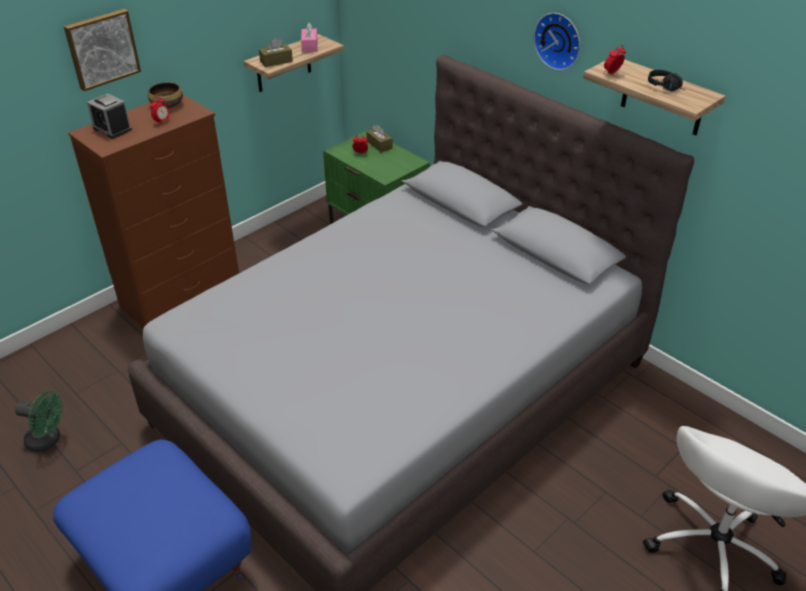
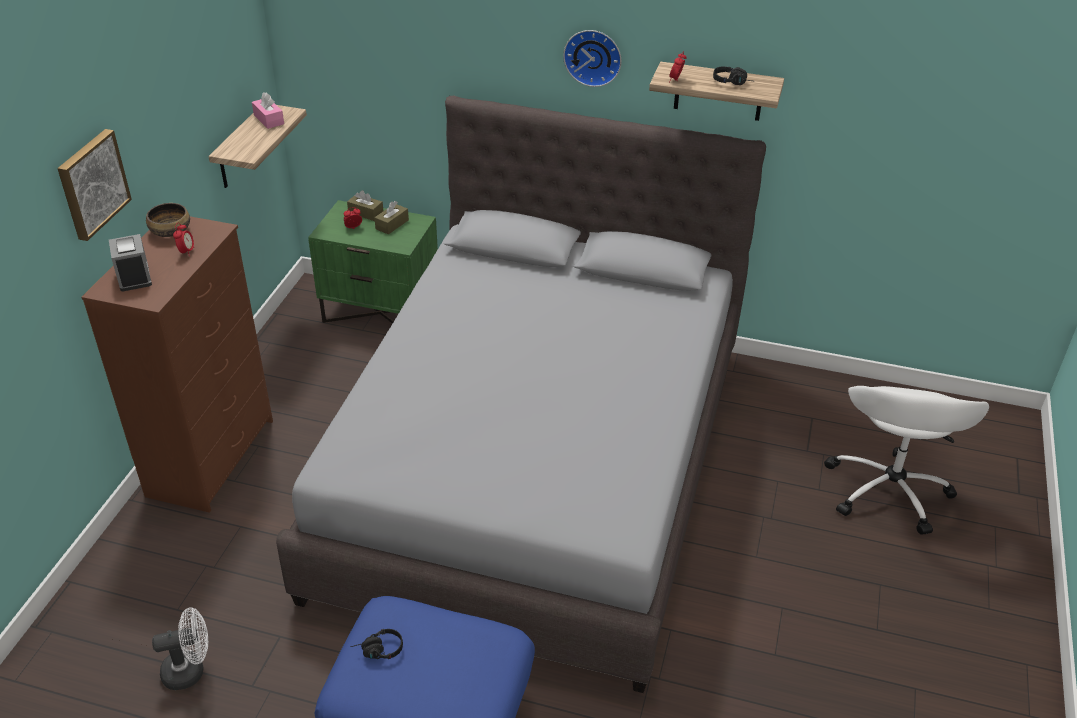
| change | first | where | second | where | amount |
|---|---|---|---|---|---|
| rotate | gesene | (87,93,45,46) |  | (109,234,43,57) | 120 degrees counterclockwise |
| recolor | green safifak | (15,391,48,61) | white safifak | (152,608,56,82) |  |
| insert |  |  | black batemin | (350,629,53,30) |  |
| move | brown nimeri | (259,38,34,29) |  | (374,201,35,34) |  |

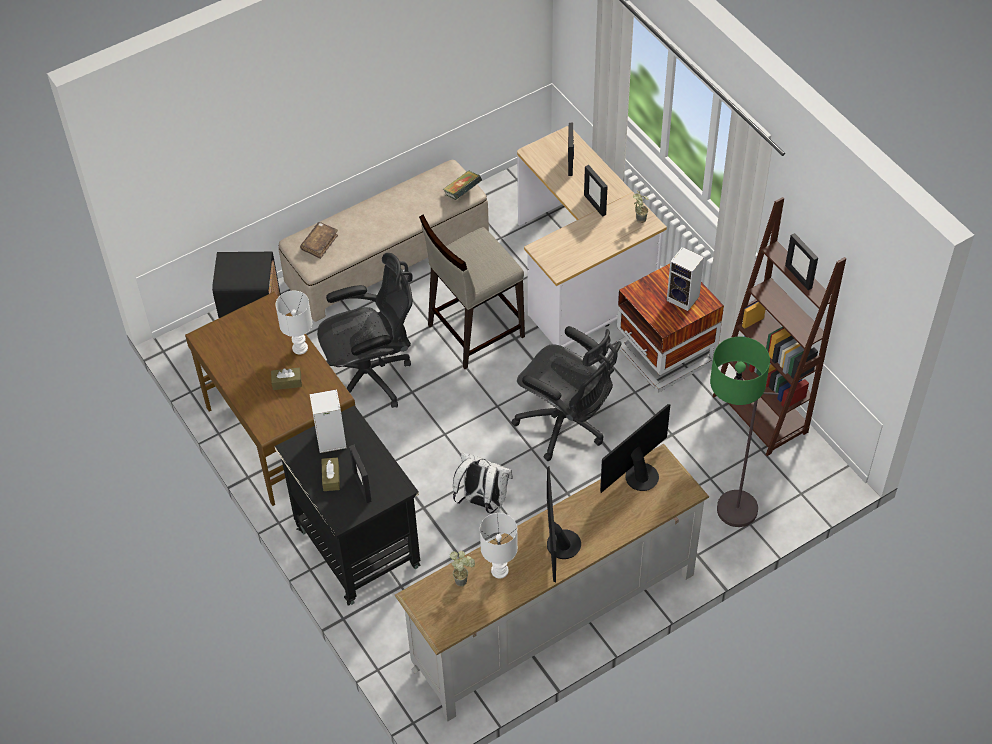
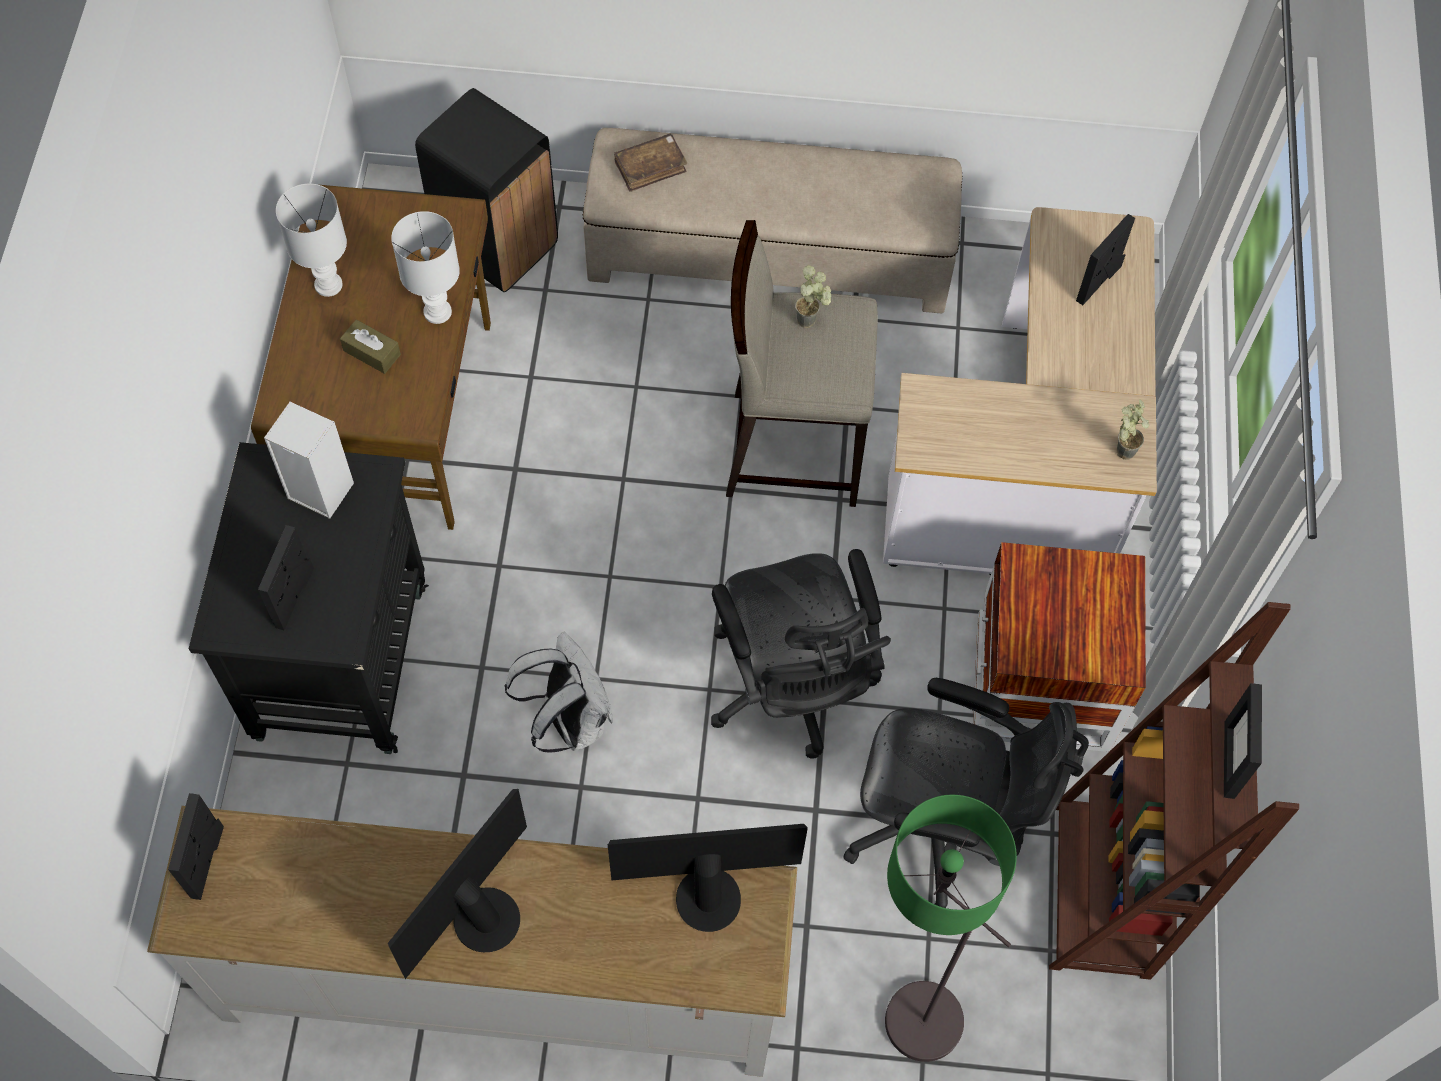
| change | first | where | second | where | amount |
|---|---|---|---|---|---|
| move | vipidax | (584,165,24,52) |  | (168,793,56,107) |  |
| move | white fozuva | (480,513,38,65) |  | (276,184,71,113) |  |
| move | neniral | (450,551,25,36) |  | (795,265,36,63) |  |
| move | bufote | (317,253,96,155) |  | (843,678,246,230) |  |
| delete | brown nimeri | (322,457,18,34) |  |  |  |
| delete | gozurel | (442,170,40,30) |  |  |  |
| delete | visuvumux | (667,247,37,64) |  |  |  |

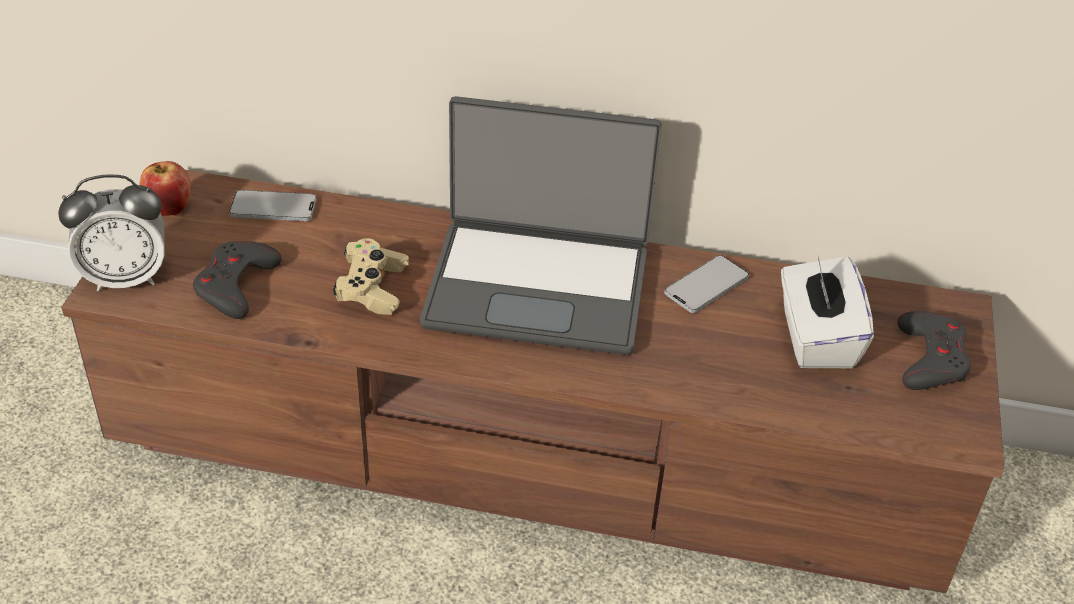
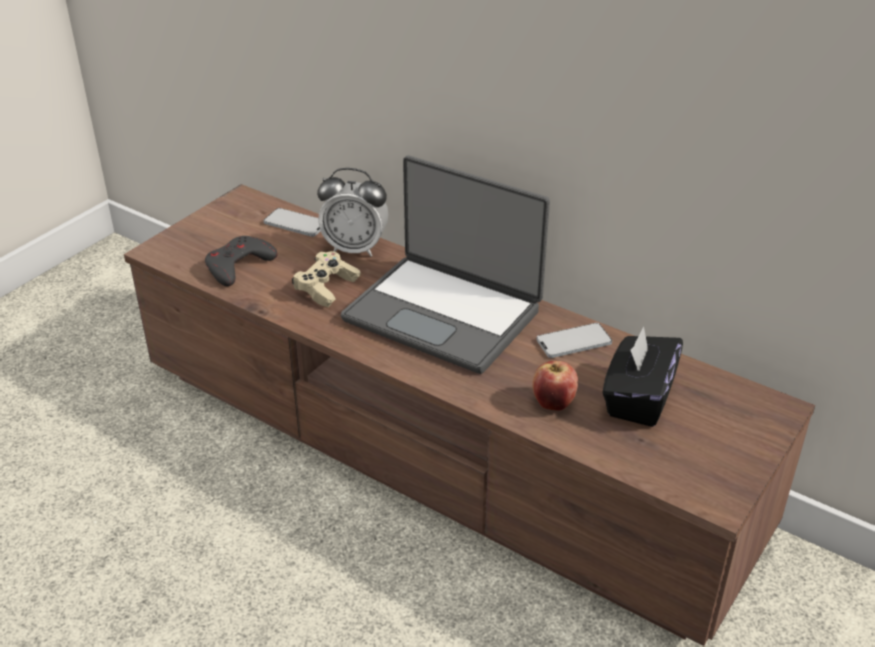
| change | first | where | second | where | amount |
|---|---|---|---|---|---|
| move | gesene | (58,174,106,117) |  | (317,168,72,88) |  |
| move | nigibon | (140,161,51,55) |  | (533,361,45,50) |  |
| recolor | white nimeri | (781,256,93,112) | black nimeri | (602,326,81,101) |  |
| delete | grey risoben | (897,311,74,79) |  |  |  |

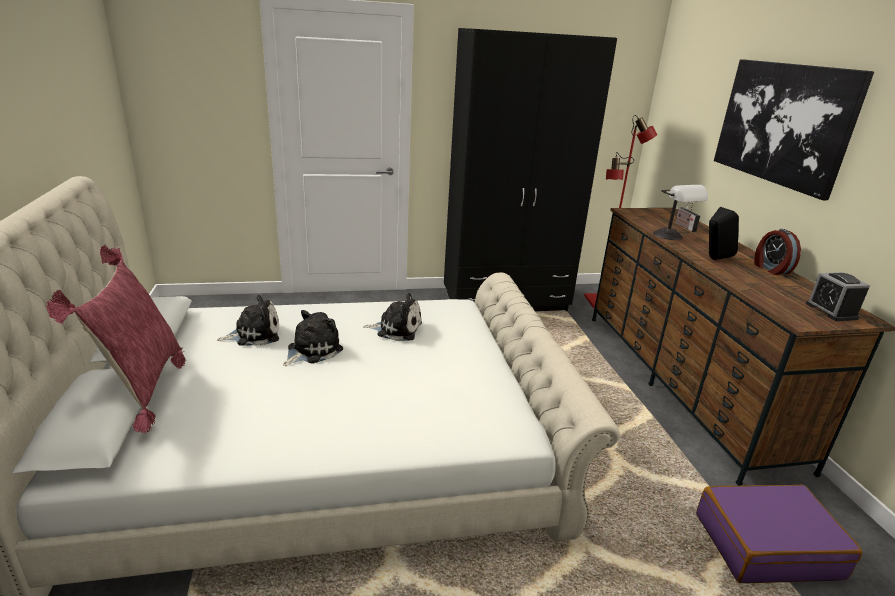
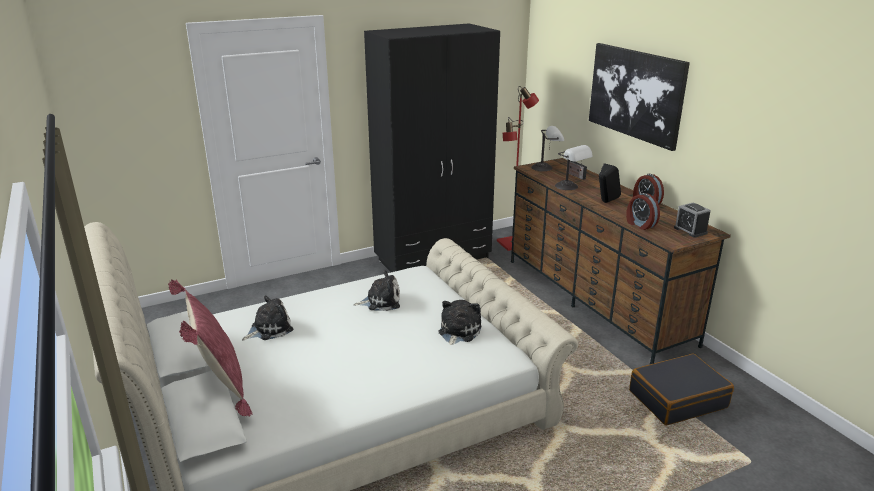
| change | first | where | second | where | amount |
|---|---|---|---|---|---|
| move | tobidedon | (283,310,60,56) |  | (438,300,44,45) |  |
| insert |  |  | fozuva | (531,126,33,45) |  |
| insert |  |  | gesene | (626,193,34,37) |  |
| recolor | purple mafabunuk | (696,485,166,98) | black mafabunuk | (629,354,105,71) |  |

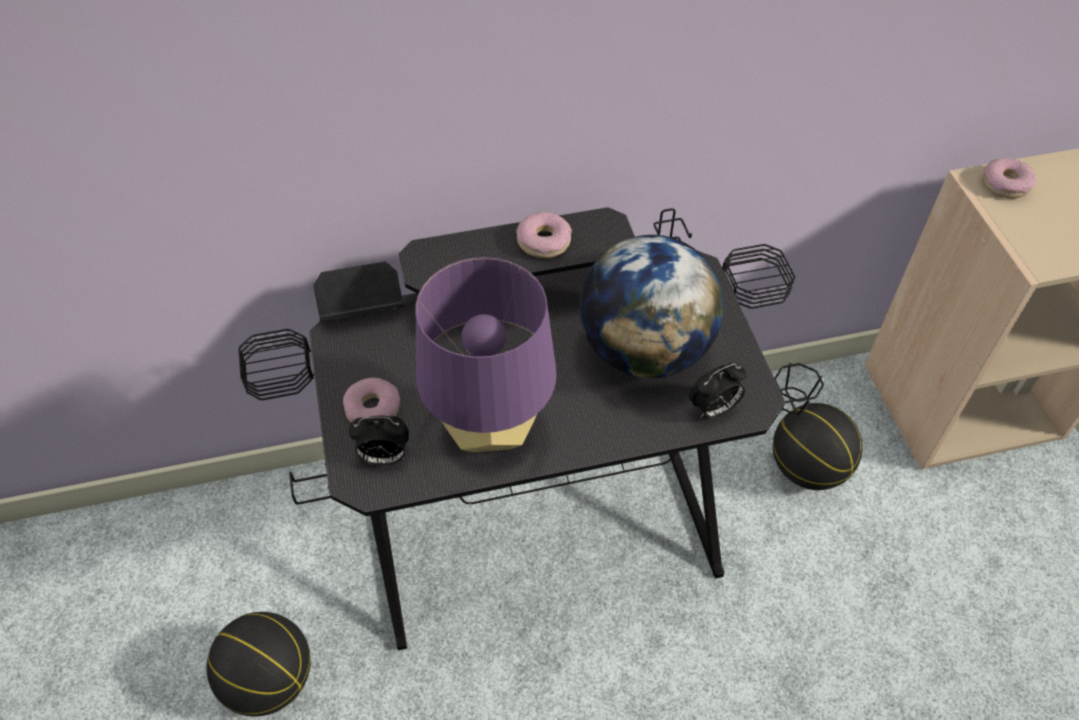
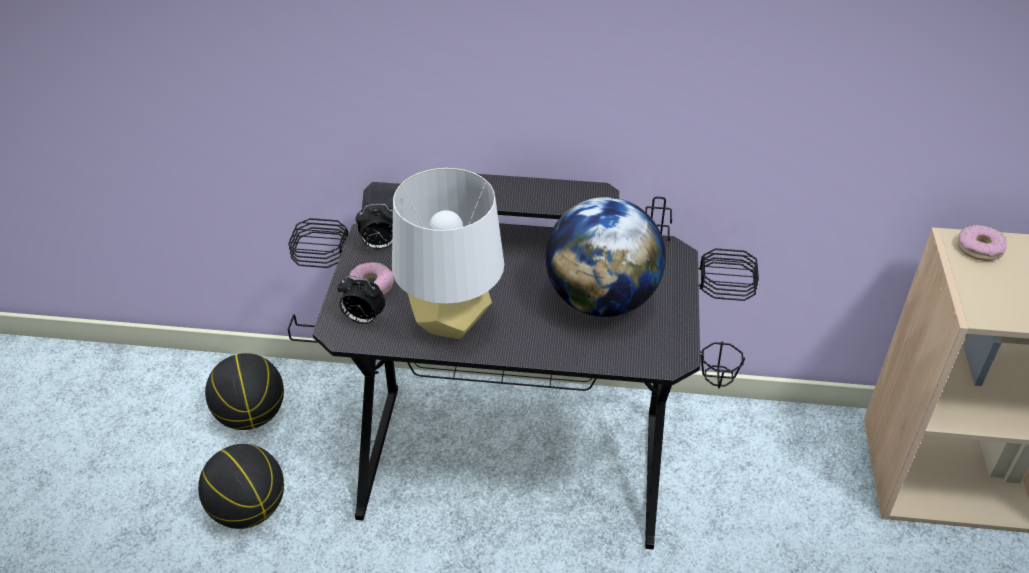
| change | first | where | second | where | amount |
|---|---|---|---|---|---|
| move | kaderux | (773,403,90,87) |  | (205,353,79,77) |  |
| move | gesene | (689,363,57,55) |  | (356,204,37,45) |  |
| recolor | purple fozuva | (416,257,141,195) | white fozuva | (392,168,112,171) |  |
| delete | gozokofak | (516,212,56,46) |  |  |  |

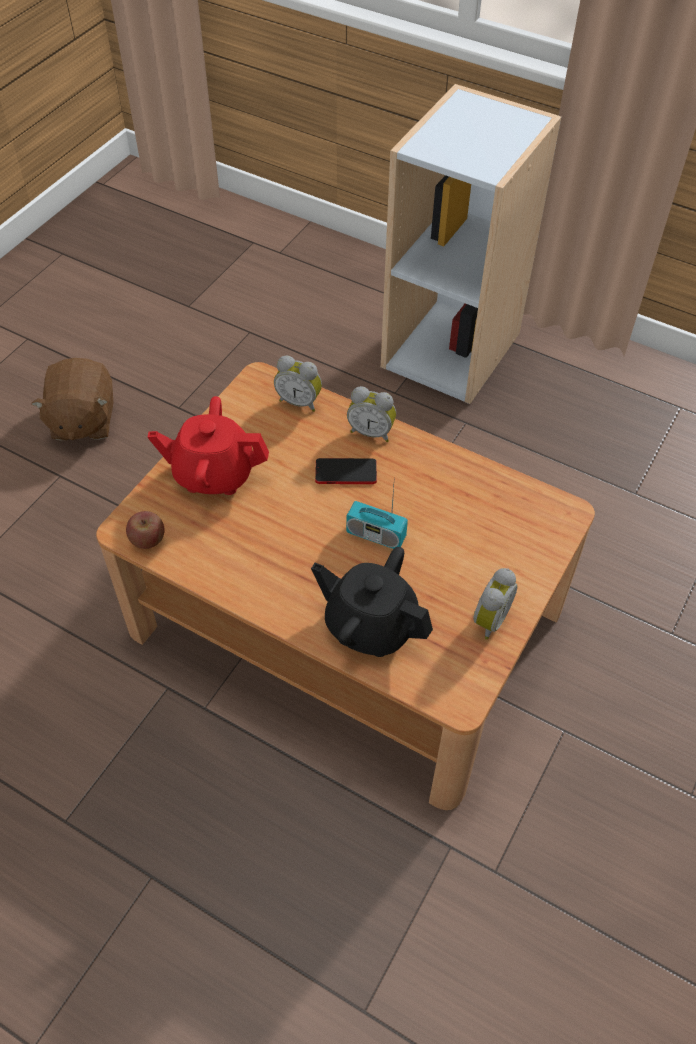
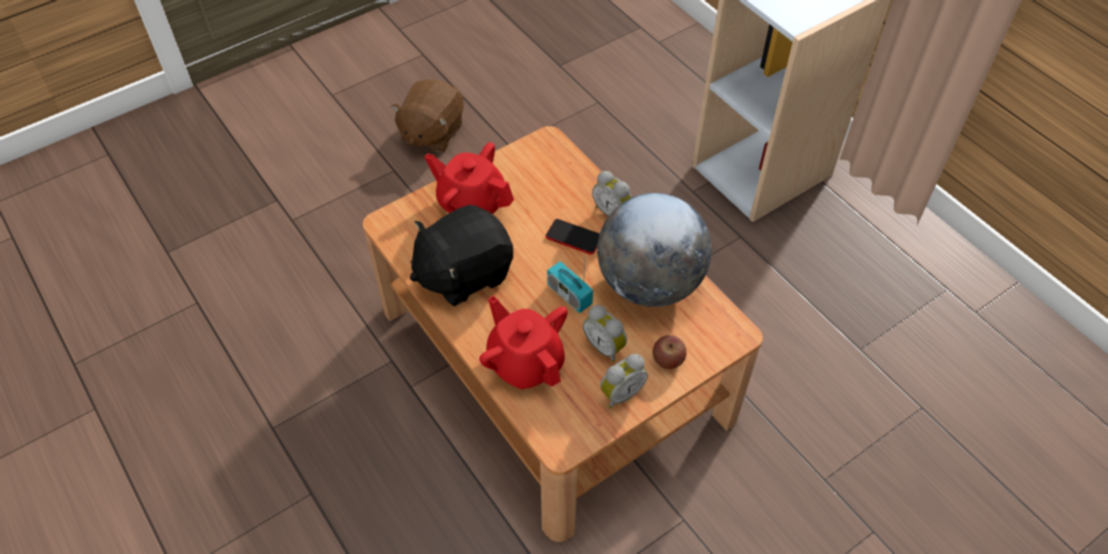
| change | first | where | second | where | amount |
|---|---|---|---|---|---|
| insert |  |  | black tobidedon | (410,205,103,101) |  |
| recolor | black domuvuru | (311,547,122,110) | red domuvuru | (479,295,89,94) |  |
| move | gesene | (274,355,48,57) |  | (583,305,44,58) |  |
| insert |  |  | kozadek | (597,193,115,114) |  |
| move | nigibon | (126,511,38,38) |  | (653,335,34,34) |  |

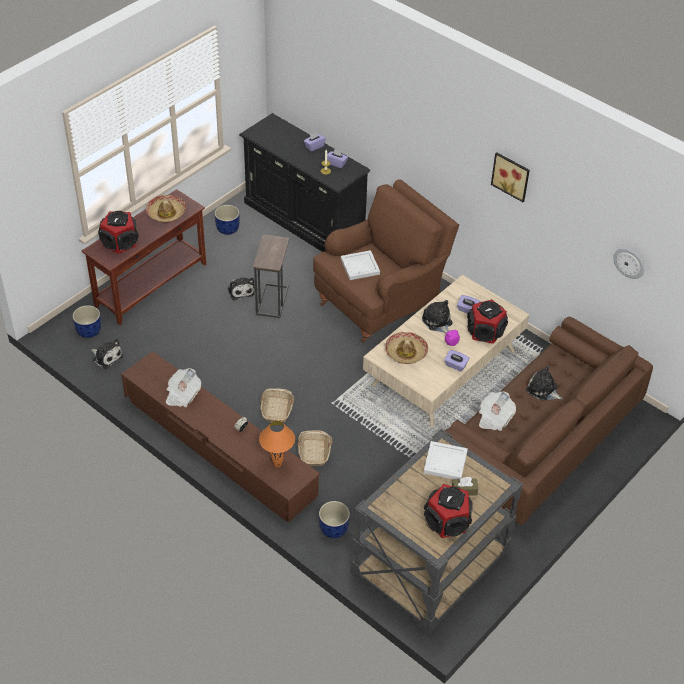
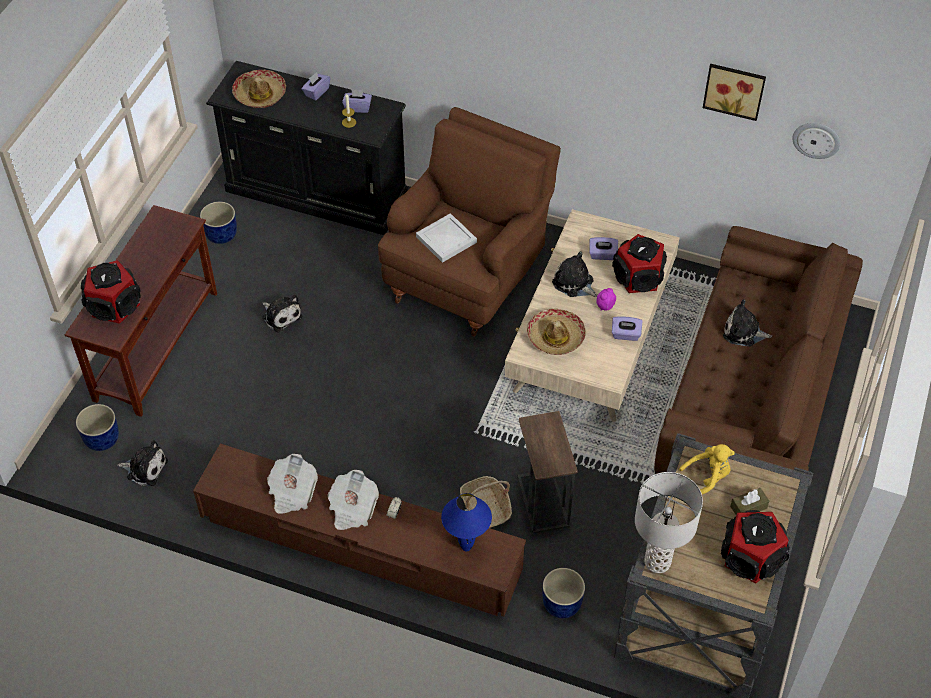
| change | first | where | second | where | amount |
|---|---|---|---|---|---|
| move | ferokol | (146,195,40,28) |  | (232,70,54,38) |  |
| move | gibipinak | (479,391,37,40) |  | (328,470,51,60) |  |
| recolor | orange fozuva | (259,420,36,47) | blue fozuva | (441,493,51,58) |  |
| move | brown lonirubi | (253,235,36,83) |  | (517,411,61,123) |  |
| insert |  |  | white fozuva | (635,472,68,101) |  |
| replace | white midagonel | (424,441,44,38) | yellow tobidedon | (679,444,56,50) |  |
| move | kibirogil | (491,152,39,50) |  | (703,64,63,57) |  |
| delete | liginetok | (261,388,33,34) |  |  |  |

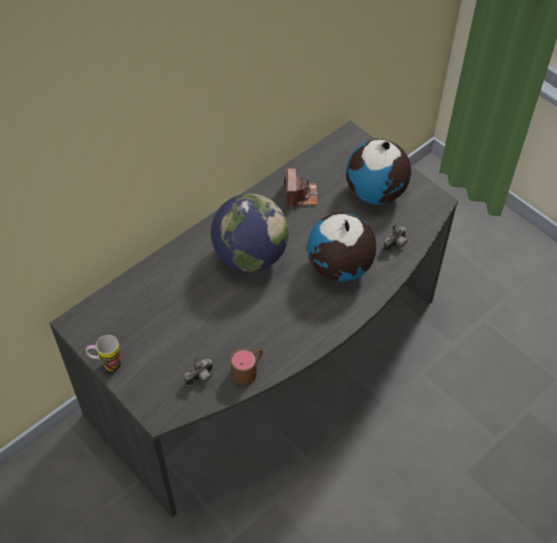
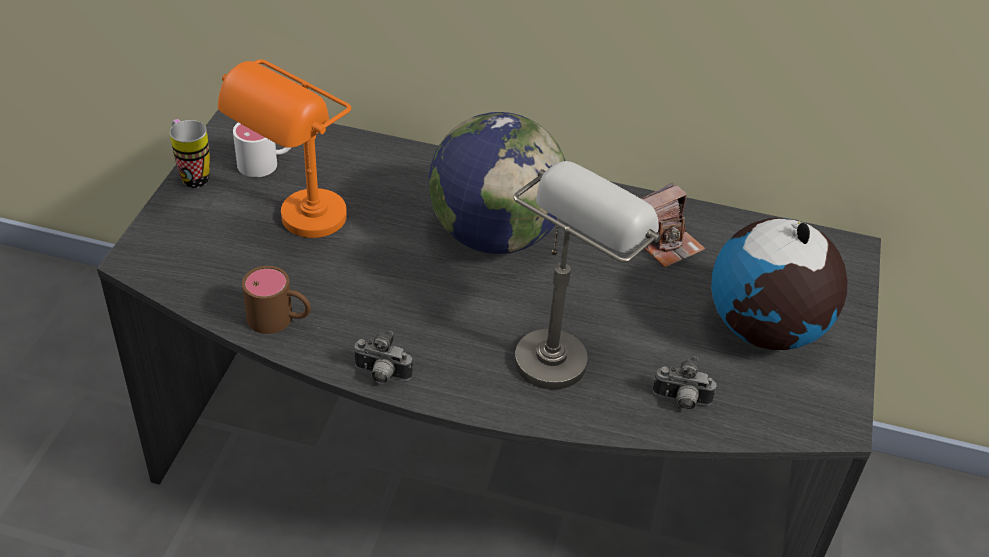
| change | first | where | second | where | amount |
|---|---|---|---|---|---|
| insert |  |  | orange fozuva | (218,59,133,179) |  |
| insert |  |  | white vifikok | (233,123,58,54) |  |
| move | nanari | (184,357,29,29) |  | (353,331,59,53) |  |
| replace | kozadek | (307,213,70,69) | grey fozuva | (513,161,148,229) |  |

